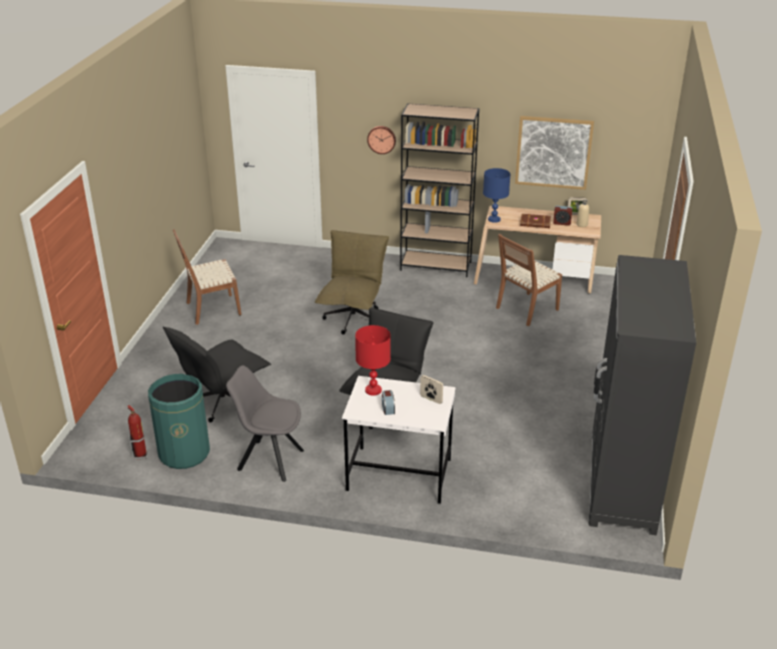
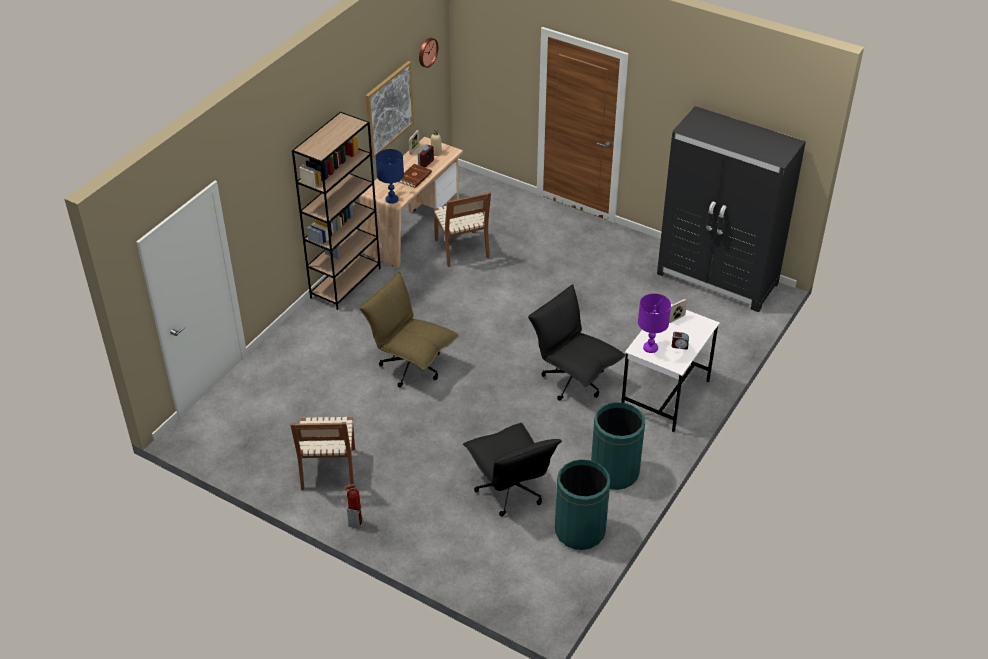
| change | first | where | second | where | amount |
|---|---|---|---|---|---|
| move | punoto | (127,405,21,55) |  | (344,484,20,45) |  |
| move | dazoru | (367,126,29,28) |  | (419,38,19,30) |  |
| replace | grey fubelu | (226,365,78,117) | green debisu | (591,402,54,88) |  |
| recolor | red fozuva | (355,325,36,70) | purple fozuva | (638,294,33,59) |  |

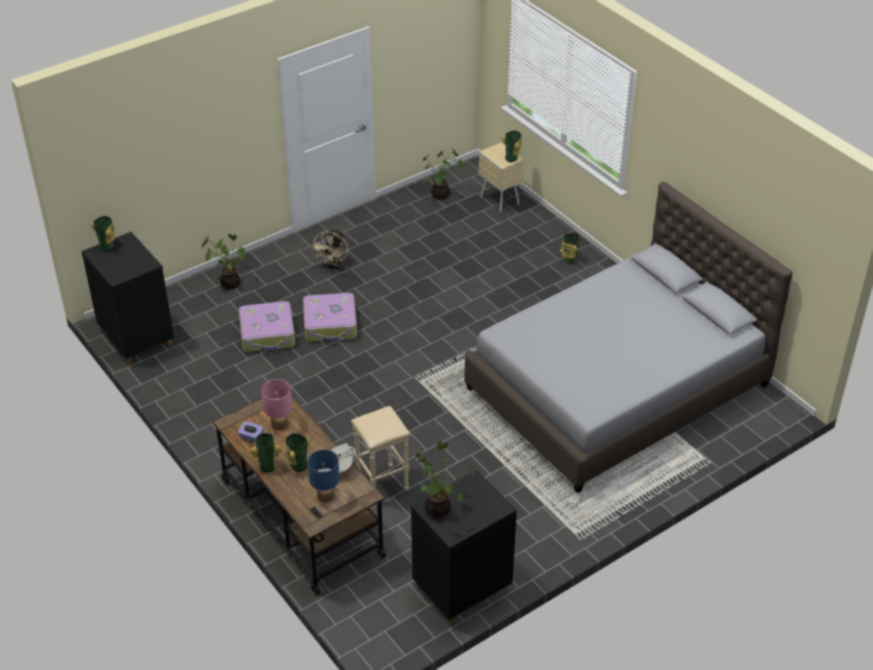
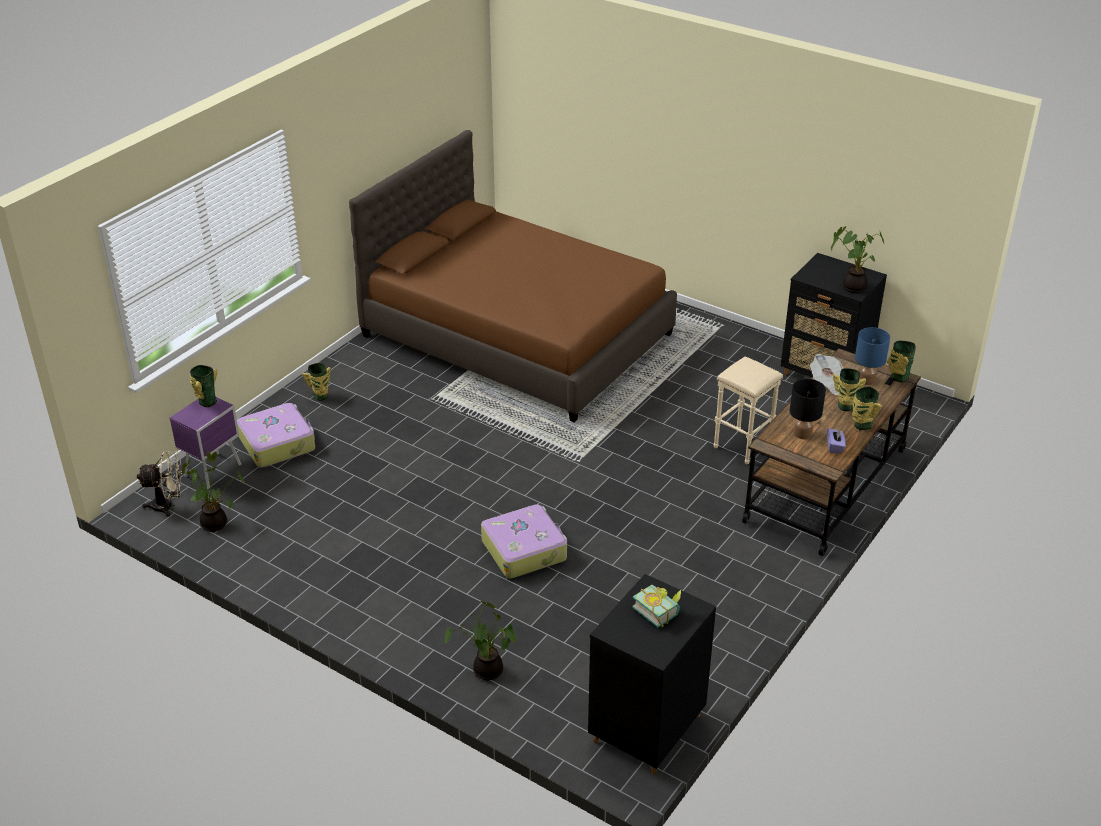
| change | first | where | second | where | amount |
|---|---|---|---|---|---|
| move | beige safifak | (312,229,36,43) |  | (137,451,45,66) |  |
| recolor | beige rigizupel | (479,143,45,70) | purple rigizupel | (170,397,71,92) |  |
| move | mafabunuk | (239,301,56,51) |  | (237,403,78,64) |  |
| recolor | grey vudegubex | (464,182,329,311) | brown vudegubex | (349,130,328,292) |  |
| insert |  |  | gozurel | (632,585,49,42) |  |
| recolor | pink fozuva | (261,379,31,51) | black fozuva | (790,379,36,60) |  |
| move | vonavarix | (90,216,25,36) |  | (887,341,29,42) |  |

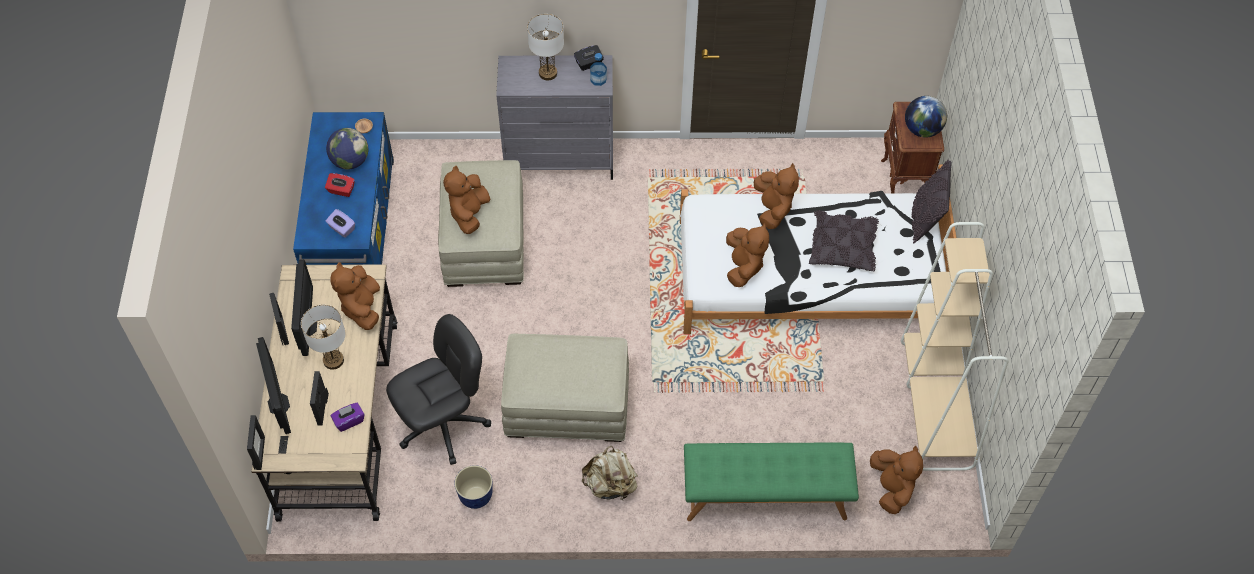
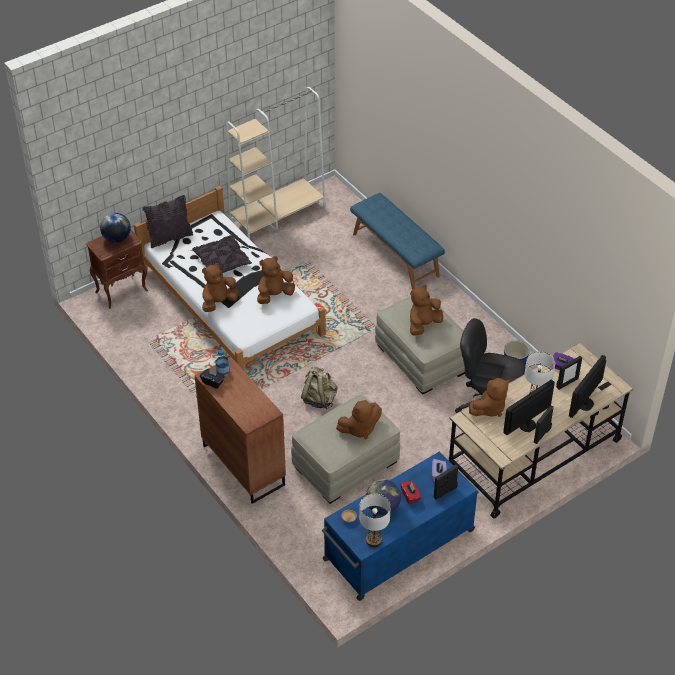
| change | first | where | second | where | amount |
|---|---|---|---|---|---|
| recolor | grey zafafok | (496,55,117,125) | brown zafafok | (194,357,92,147) |  |
| move | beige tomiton | (582,446,56,54) |  | (301,366,36,43) |  |
| recolor | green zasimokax | (684,443,175,78) | blue zasimokax | (350,193,95,97) |  |
| move | fozuva | (527,14,37,66) |  | (359,494,32,53) |  |
| move | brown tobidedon | (870,446,53,68) |  | (410,285,33,51) |  |
| move | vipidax | (247,415,18,55) |  | (434,464,24,36) |  |

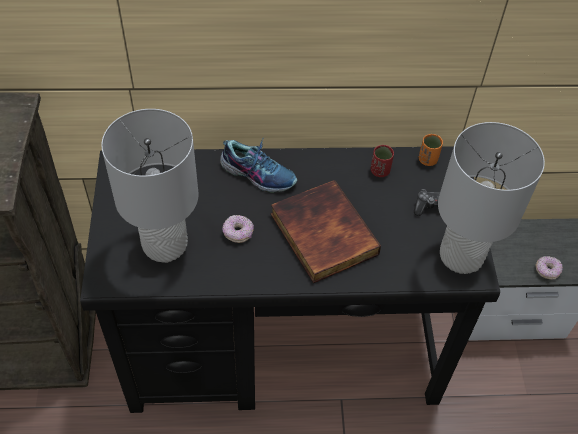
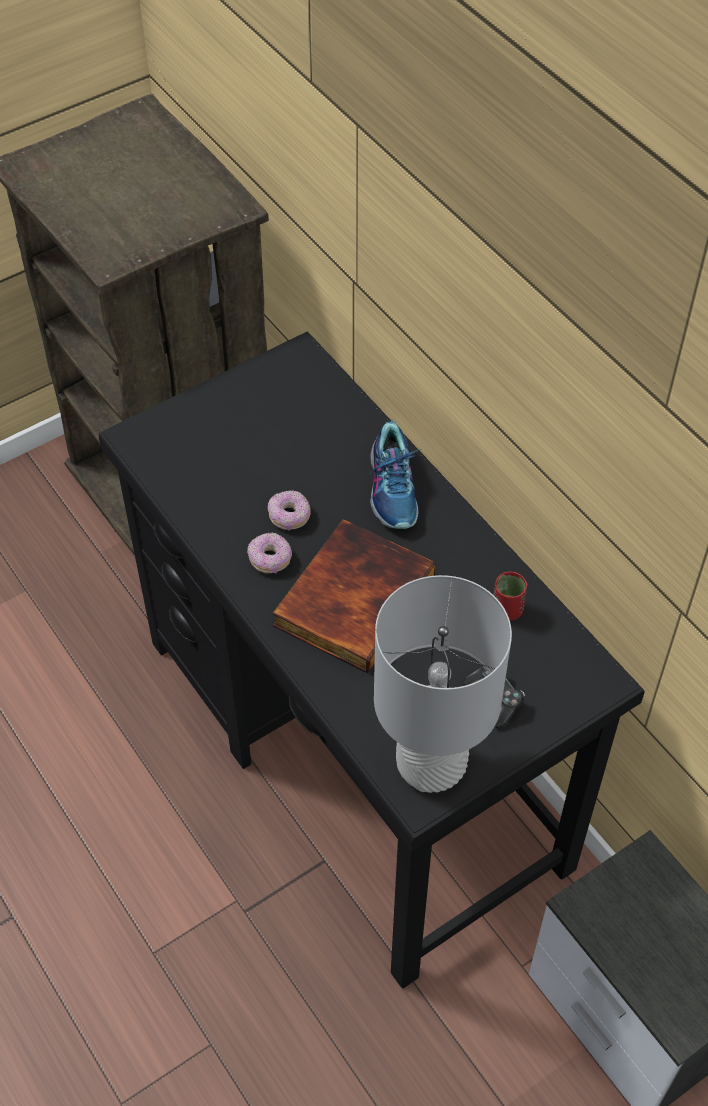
| change | first | where | second | where | amount |
|---|---|---|---|---|---|
| move | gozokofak | (536,256,27,23) |  | (247,533,45,41) |  |
| delete | grey fozuva | (101,109,98,154) |  |  |  |
| delete | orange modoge | (419,134,24,32) |  |  |  |

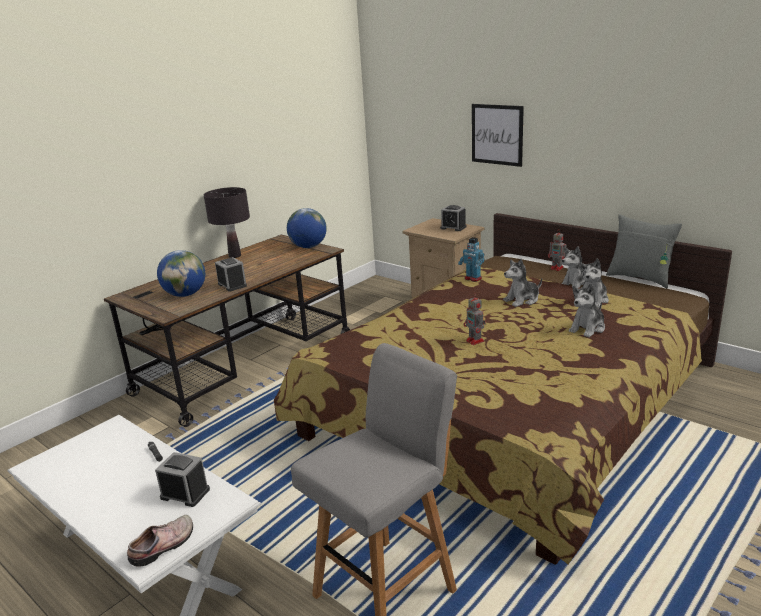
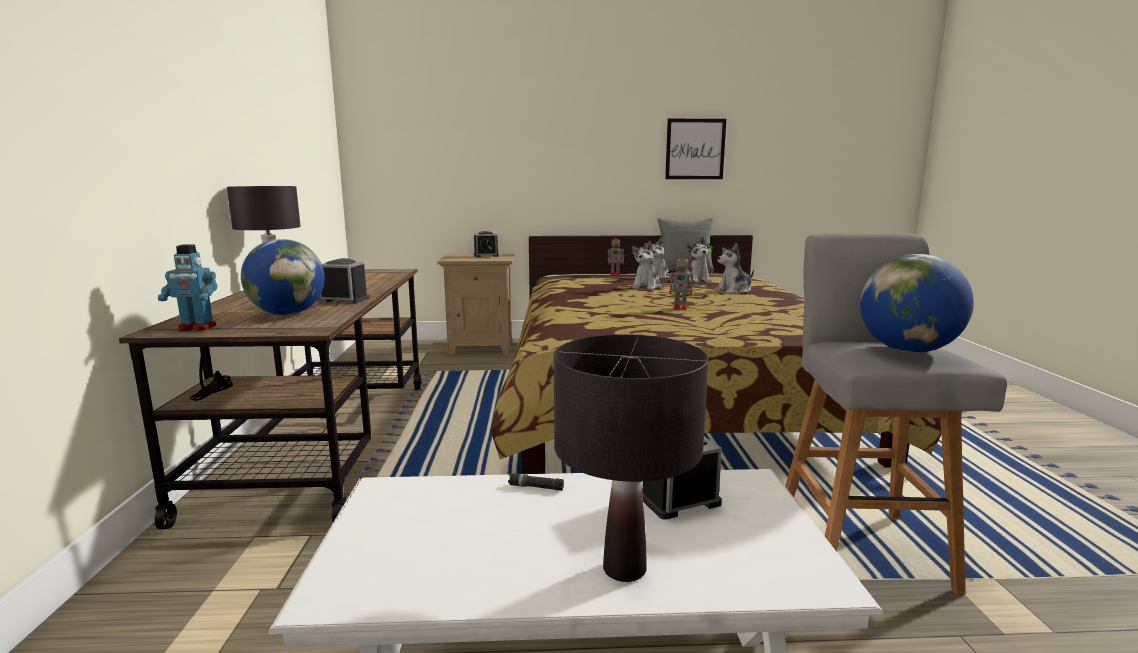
| change | first | where | second | where | amount |
|---|---|---|---|---|---|
| move | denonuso | (458,237,27,45) |  | (158,244,59,87) |  |
| insert |  |  | black fozuva | (554,334,154,248) |  |
| move | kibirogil | (472,104,52,63) |  | (665,119,61,60) |  |
| rotate | tobidedon | (569,284,36,53) |  | (715,243,39,51) | 60 degrees clockwise |
| move | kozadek | (287,208,40,40) |  | (860,254,114,99) |  |
| delete | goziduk | (127,515,66,52) |  |  |  |

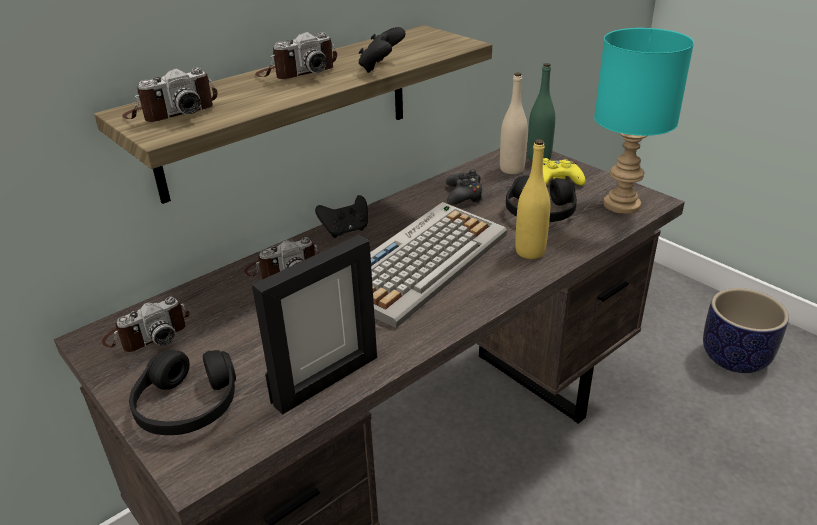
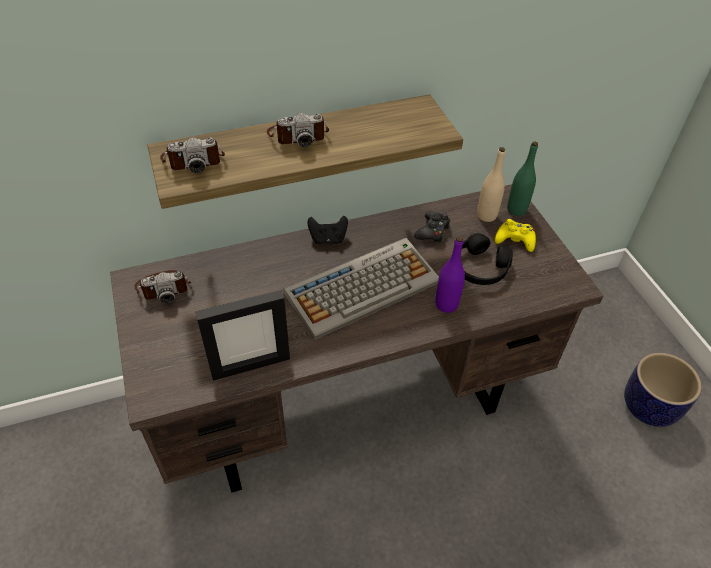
| change | first | where | second | where | amount |
|---|---|---|---|---|---|
| recolor | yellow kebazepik | (515,139,35,120) | purple kebazepik | (435,236,30,77) |  |
| delete | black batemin | (129,350,107,85) |  |  |  |
| delete | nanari | (244,237,76,42) |  |  |  |
| delete | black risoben | (359,27,46,46) |  |  |  |
| delete | turquoise fozuva | (594,28,100,186) |  |  |  |

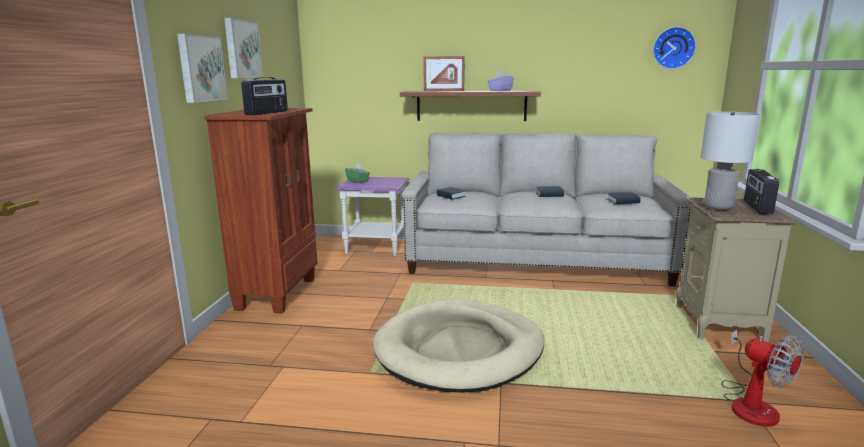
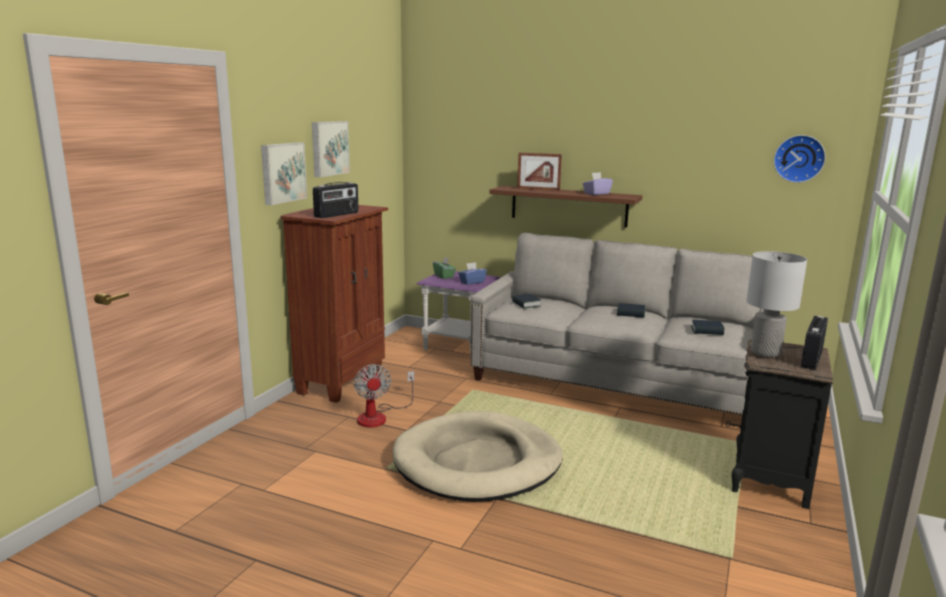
| change | first | where | second | where | amount |
|---|---|---|---|---|---|
| move | safifak | (721,329,83,98) |  | (354,364,60,63) |  |
| insert |  |  | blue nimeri | (458,262,29,23) |  |
| recolor | beige rigizupel | (676,197,119,145) | black rigizupel | (726,339,107,170) |  |

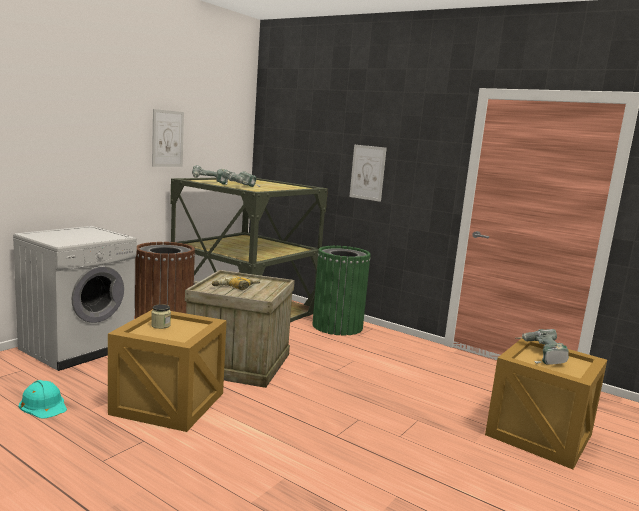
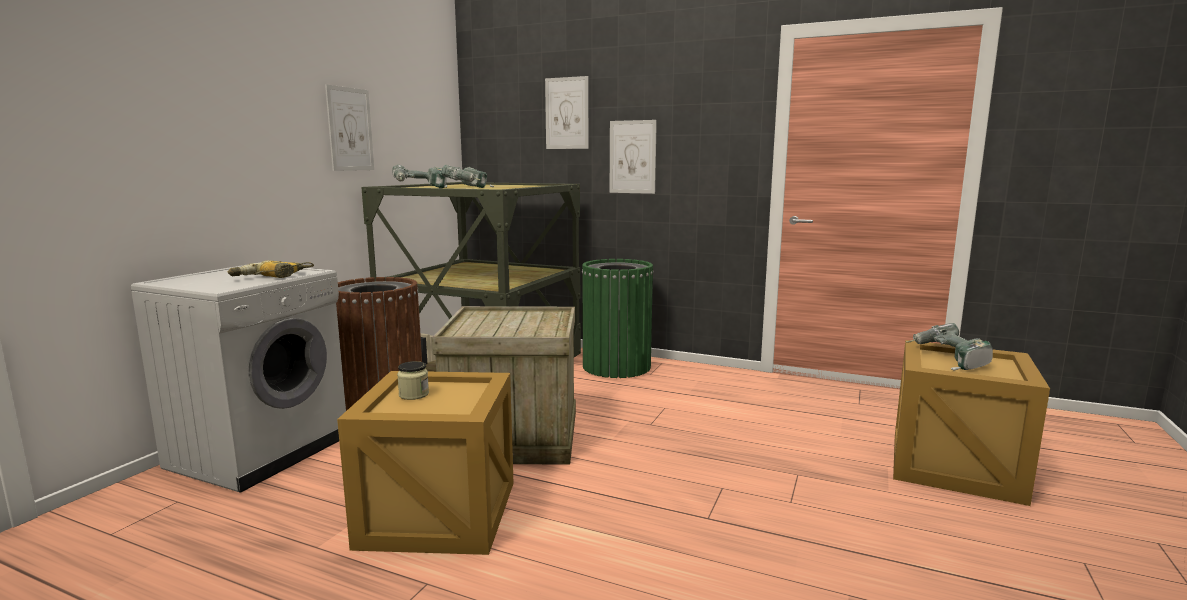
| change | first | where | second | where | amount |
|---|---|---|---|---|---|
| move | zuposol | (212,276,48,14) |  | (227,260,87,18) |  |
| insert |  |  | kibirogil | (545,76,44,73) |  |
| delete | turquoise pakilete | (18,380,49,39) |  |  |  |

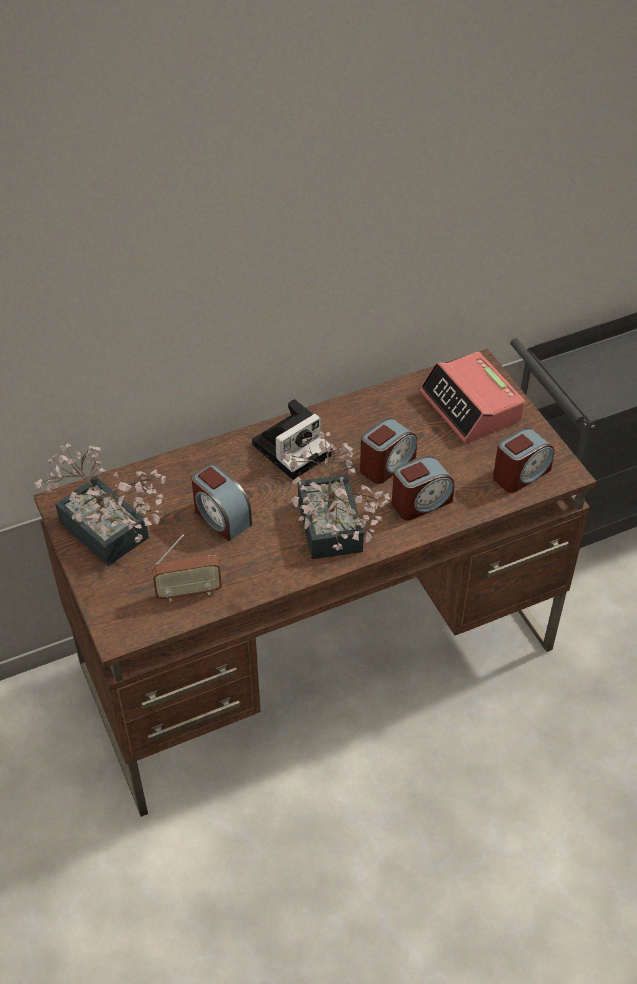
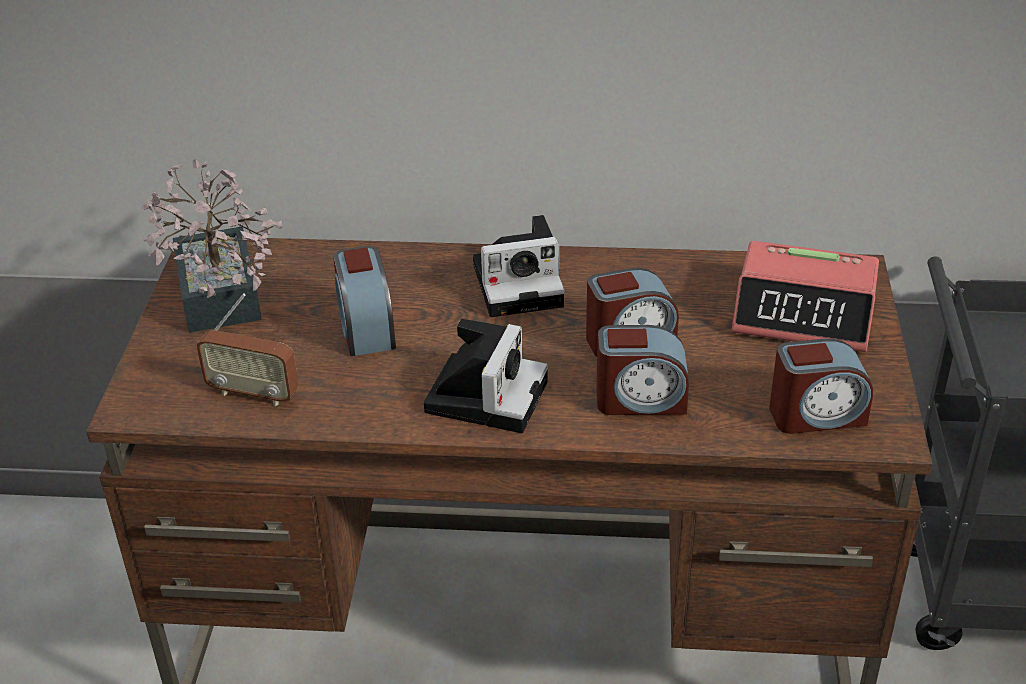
| change | first | where | second | where | amount |
|---|---|---|---|---|---|
| replace | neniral | (285,431,105,128) | nanari | (424,319,124,114) |  |
| rotate | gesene | (419,352,106,91) |  | (732,241,147,111) | 75 degrees counterclockwise |

